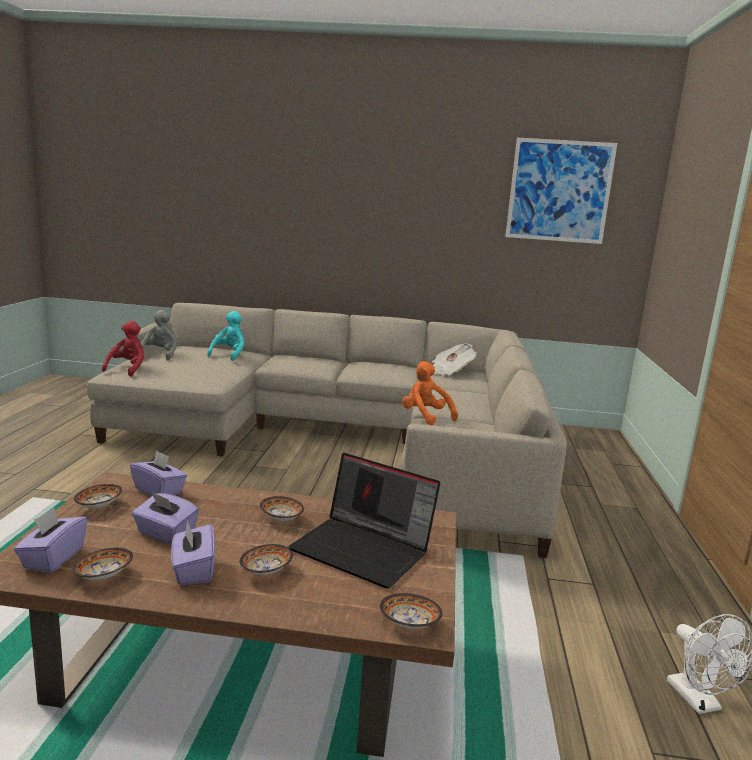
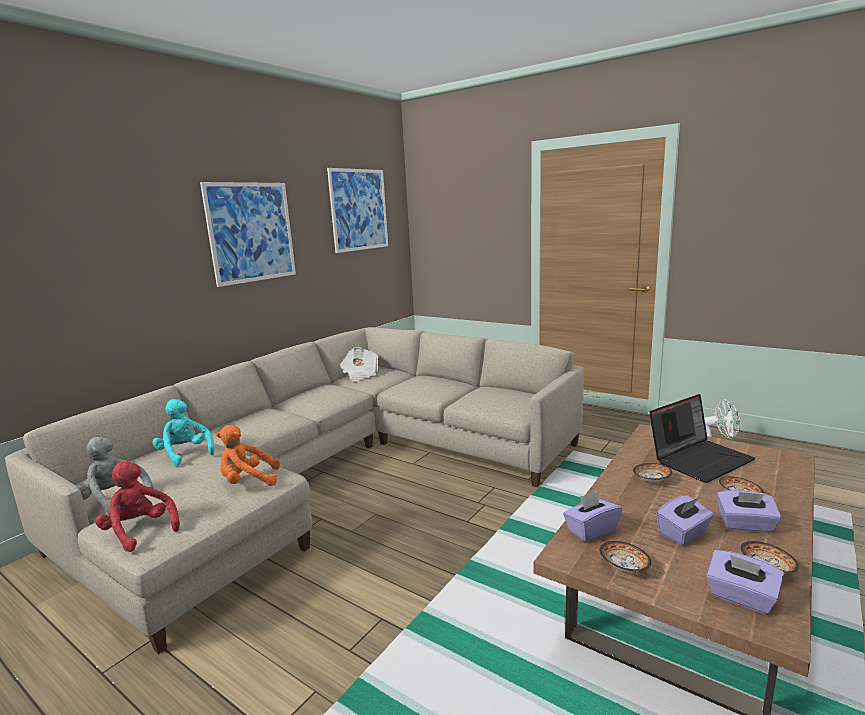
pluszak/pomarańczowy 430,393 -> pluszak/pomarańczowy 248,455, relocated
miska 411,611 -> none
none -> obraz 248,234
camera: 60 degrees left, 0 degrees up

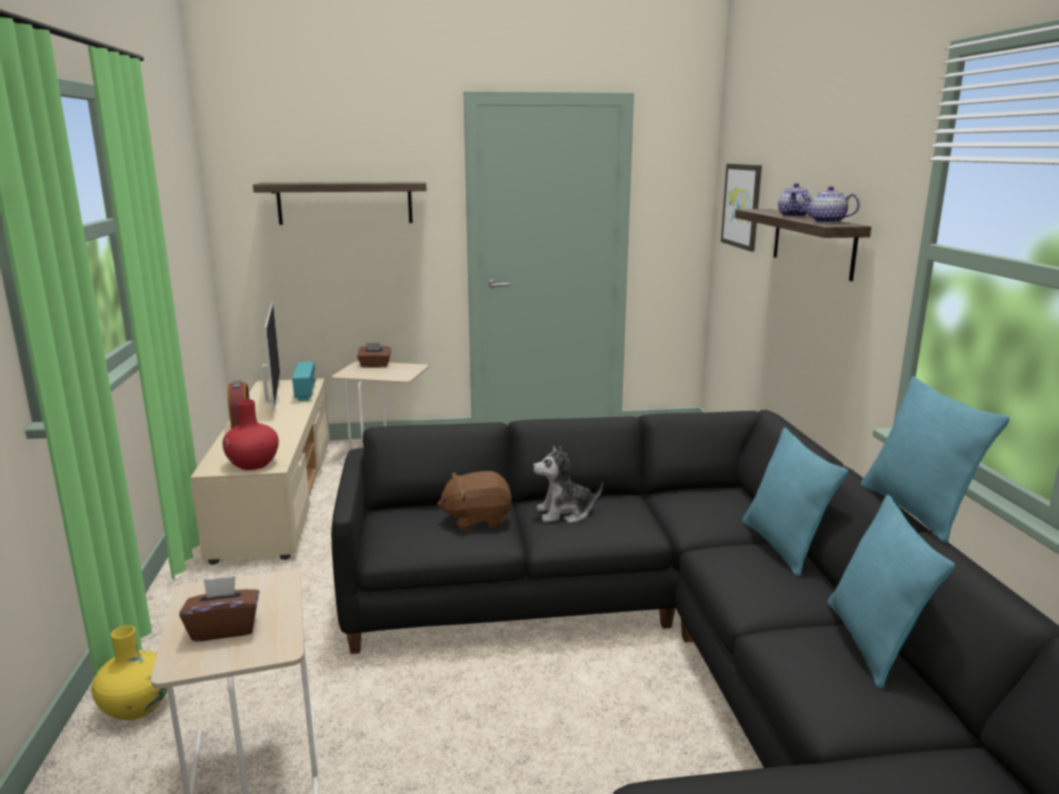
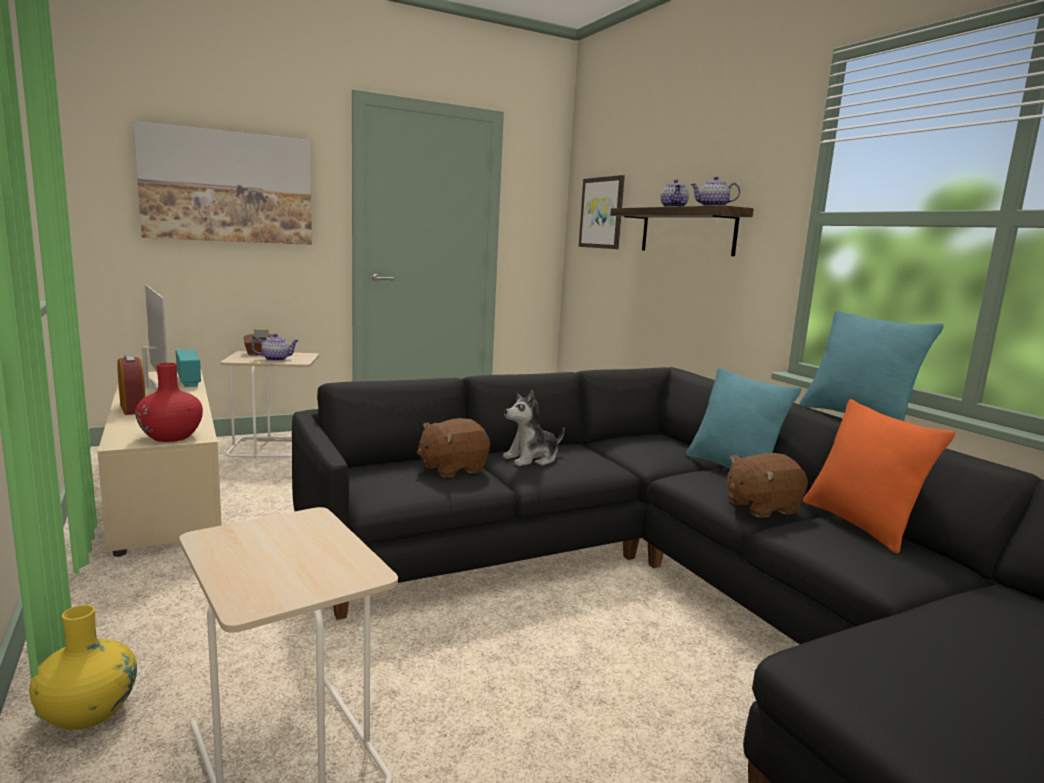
półka 340,203 -> obraz 222,183
poduszka/turkusowy 891,592 -> poduszka/pomarańczowy 879,476
pudełko chusteczek/brązowy 219,609 -> none
none -> imbryk 275,347
none -> pluszak/brązowy 767,485
camera: 20 degrees left, 5 degrees down

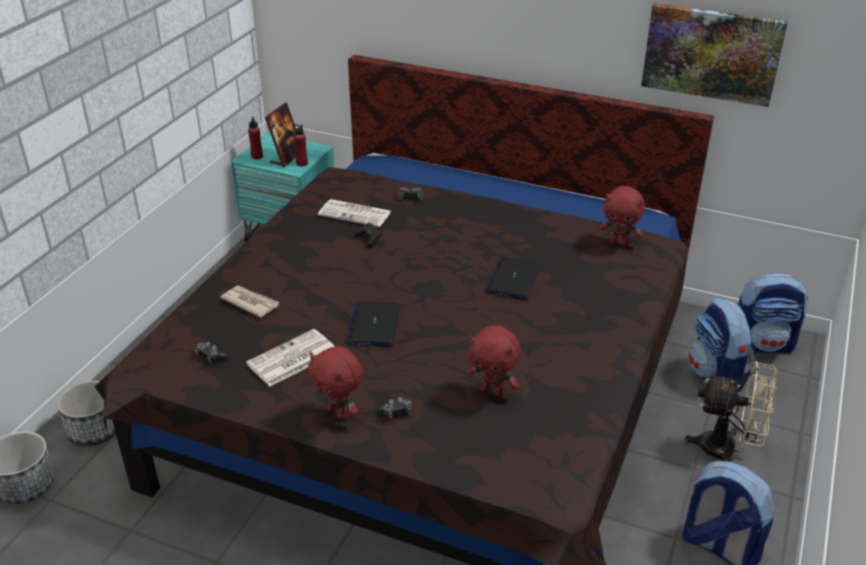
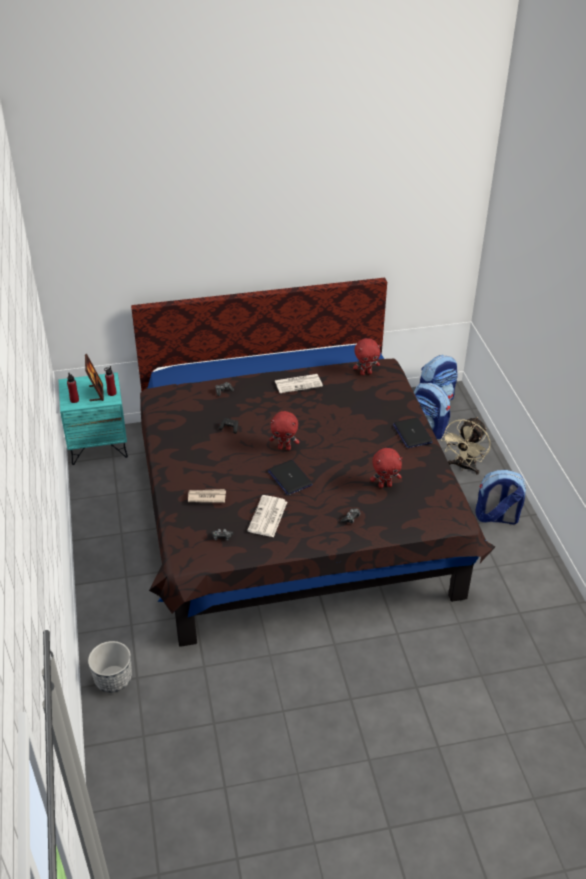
obraz 714,55 -> none
gazeta 355,213 -> gazeta 299,383, relocated
laptop 513,278 -> laptop 413,433, relocated
pluszak/czerwony 335,383 -> pluszak/czerwony 284,430, relocated
wentylator/beżowy 731,411 -> wentylator/beżowy 466,446, 135 degrees clockwise
donica 86,413 -> none
camera: 35 degrees left, 5 degrees up

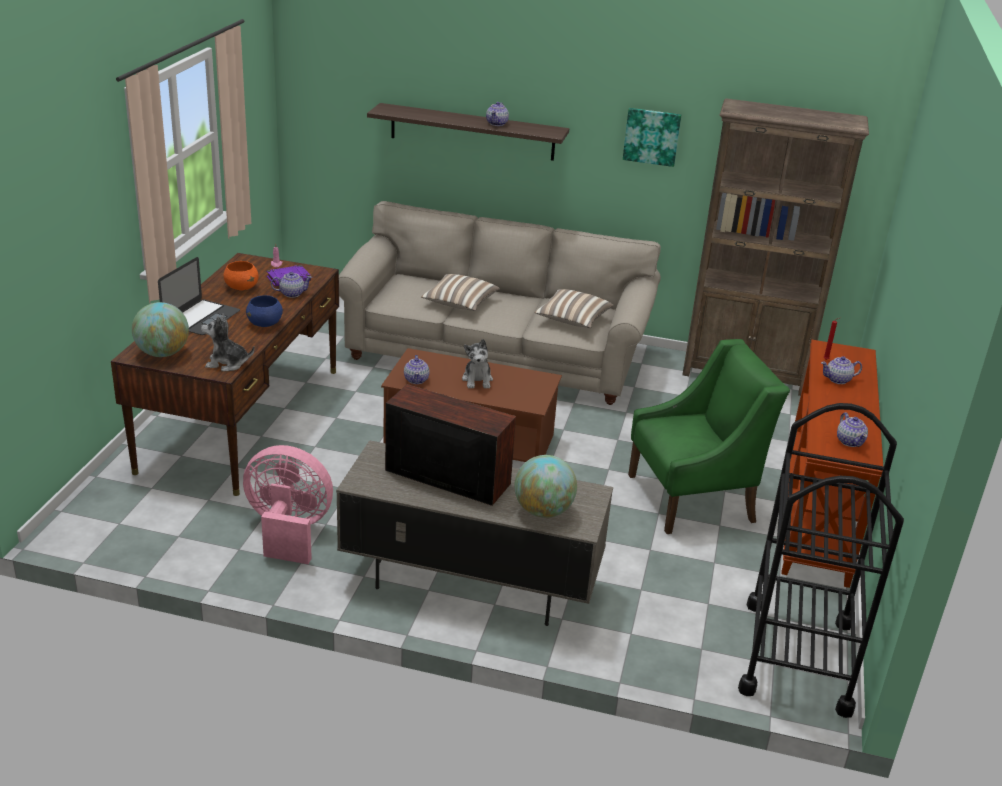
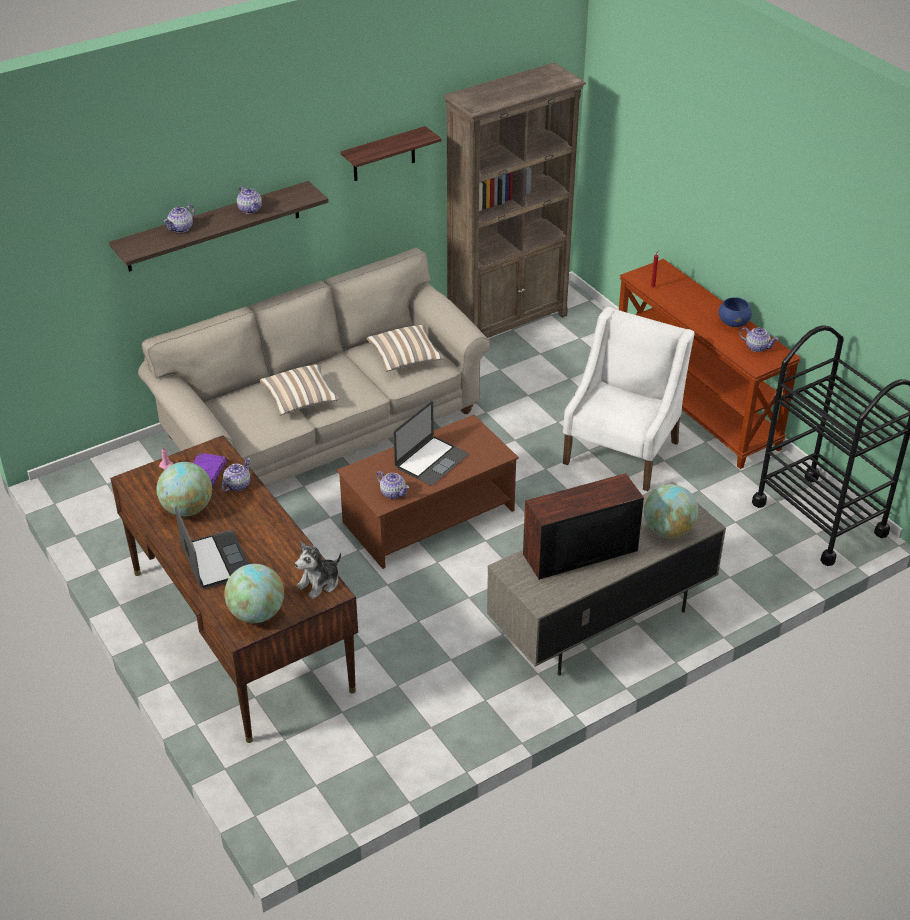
obraz 652,137 -> półka 391,153
miska/pomarańczowy 241,275 -> globus 184,489
miska/niebieski 264,311 -> miska/niebieski 735,312, relocated
pluszak 477,364 -> laptop 431,443
fotel/zielony 709,436 -> fotel/biały 628,399
imbryk 841,370 -> imbryk 179,219, relocated
wentylator/różowy 288,504 -> none
camera: 45 degrees left, 10 degrees up

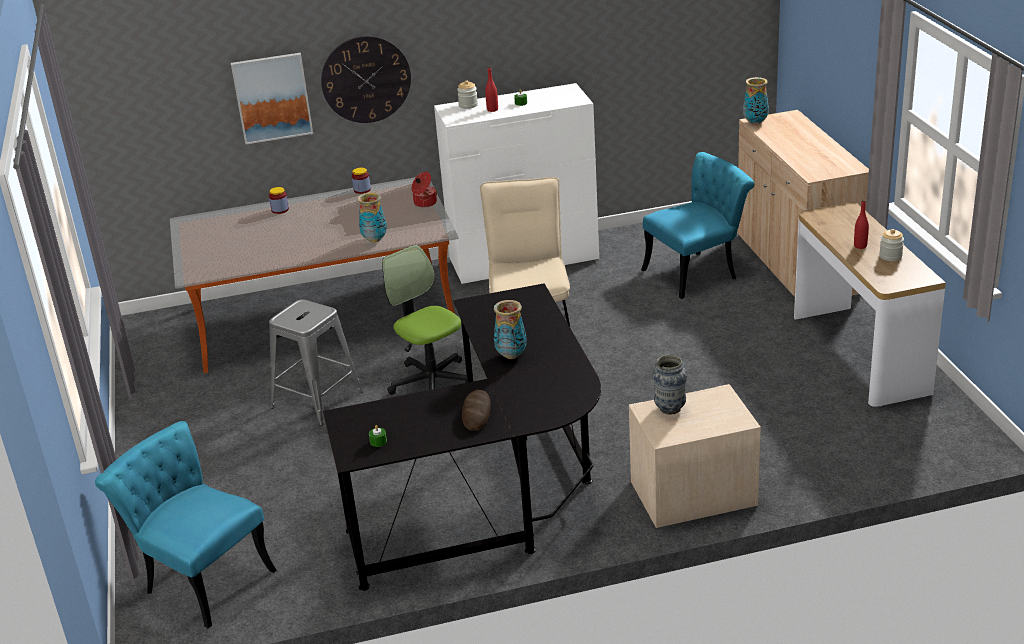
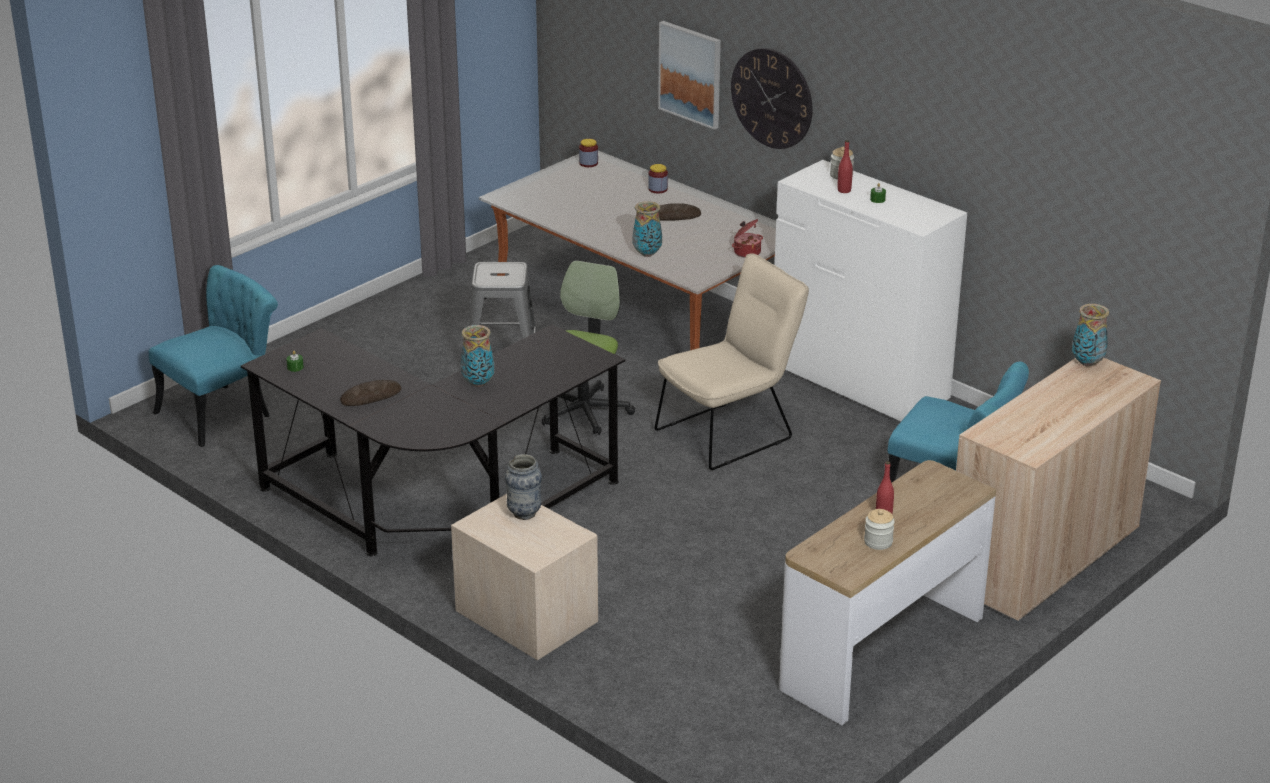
słoik 361,180 -> słoik 588,153, relocated
krzesło/turkusowy 186,524 -> krzesło/turkusowy 213,356, 45 degrees clockwise
none -> chleb 680,212
camera: 55 degrees right, 0 degrees up

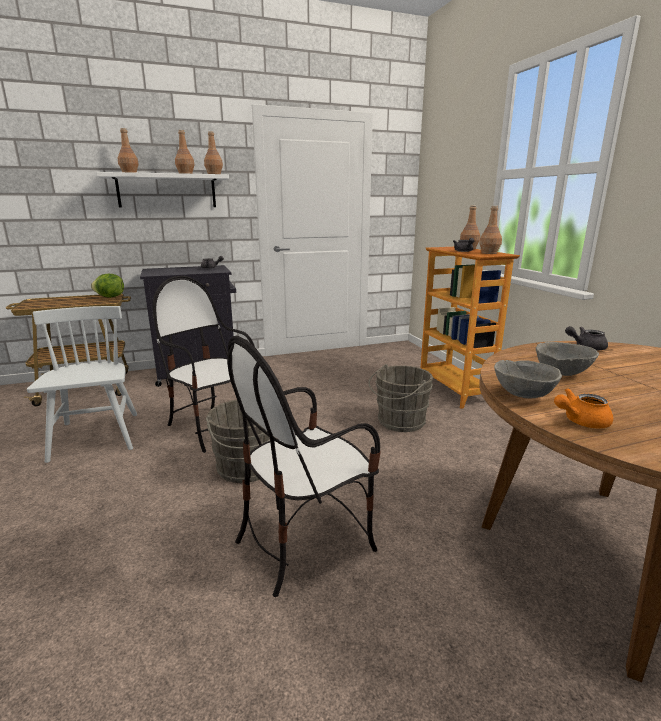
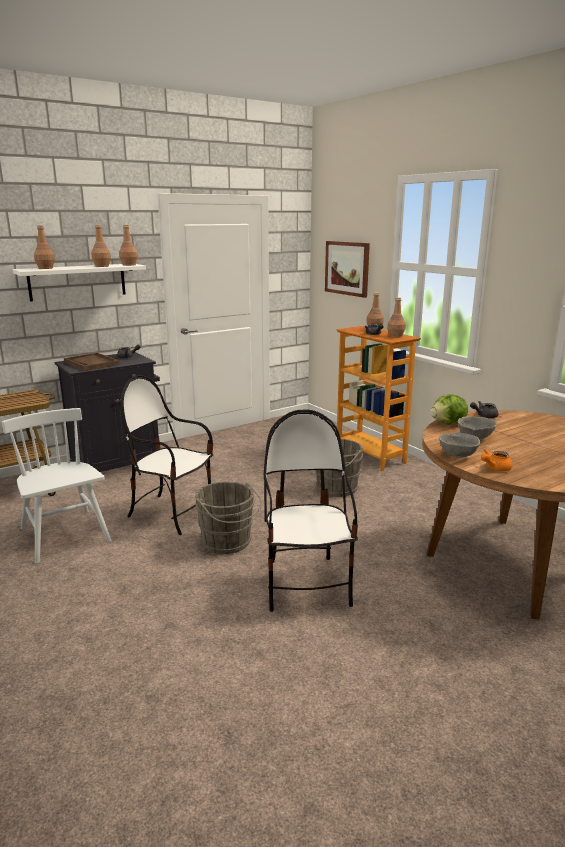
sałata 107,286 -> sałata 449,409, relocated
krzesło 304,466 -> krzesło 311,510, 135 degrees clockwise
none -> obraz 347,269
none -> taca/brązowy 91,362
camera: 15 degrees left, 0 degrees up

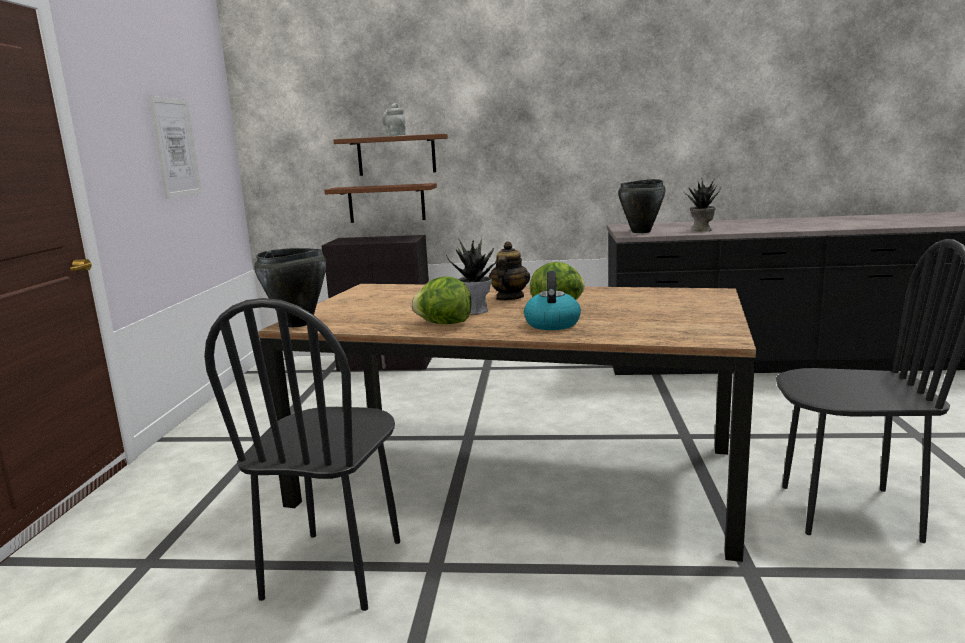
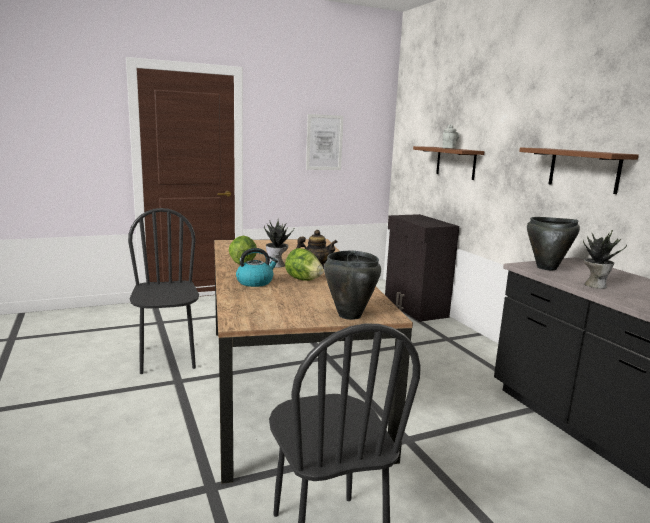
półka/brązowy 380,203 -> półka/brązowy 579,171, relocated
garnek/czarny 290,287 -> garnek/czarny 352,285, relocated
krzesło/czarny 302,454 -> krzesło/czarny 163,291, 90 degrees clockwise
camera: 60 degrees right, 0 degrees up

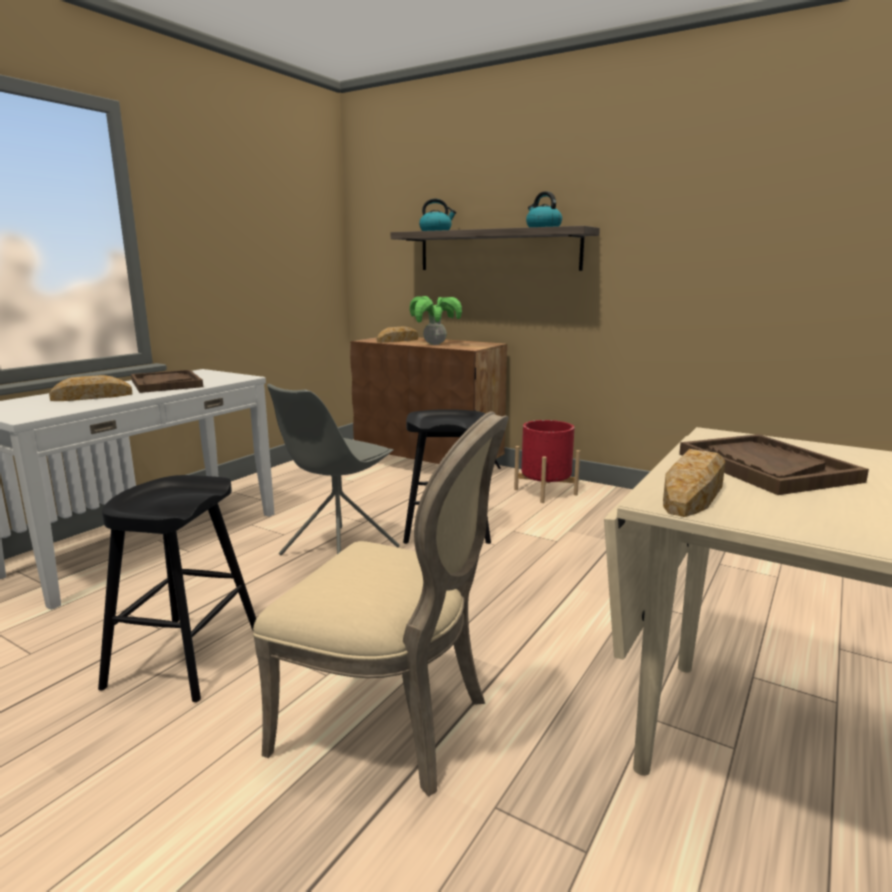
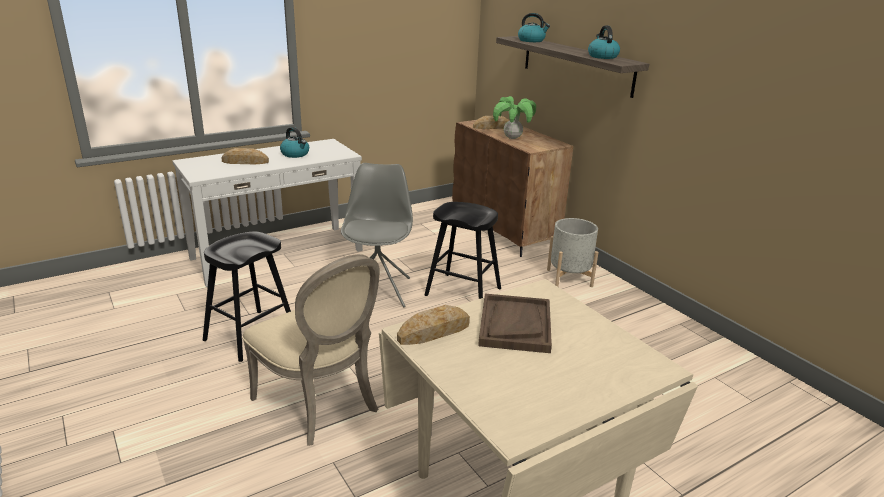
taca/brązowy 167,381 -> czajnik 294,142
krzesło/szary 333,469 -> krzesło/szary 377,235, 120 degrees clockwise
donica/czerwony 547,461 -> donica/szary 572,252
camera: 25 degrees right, 10 degrees up

